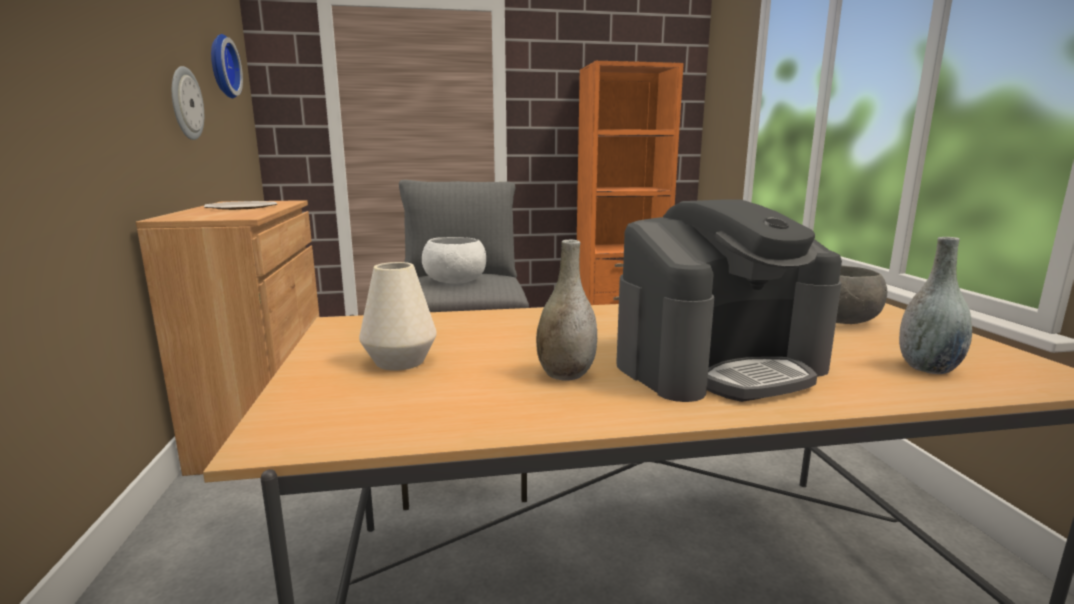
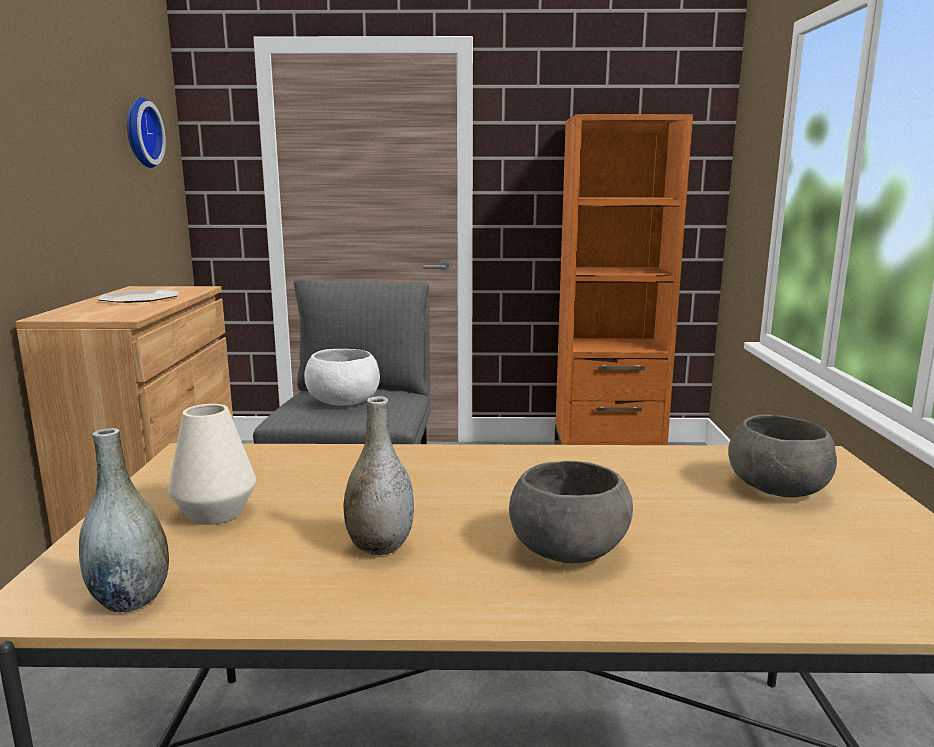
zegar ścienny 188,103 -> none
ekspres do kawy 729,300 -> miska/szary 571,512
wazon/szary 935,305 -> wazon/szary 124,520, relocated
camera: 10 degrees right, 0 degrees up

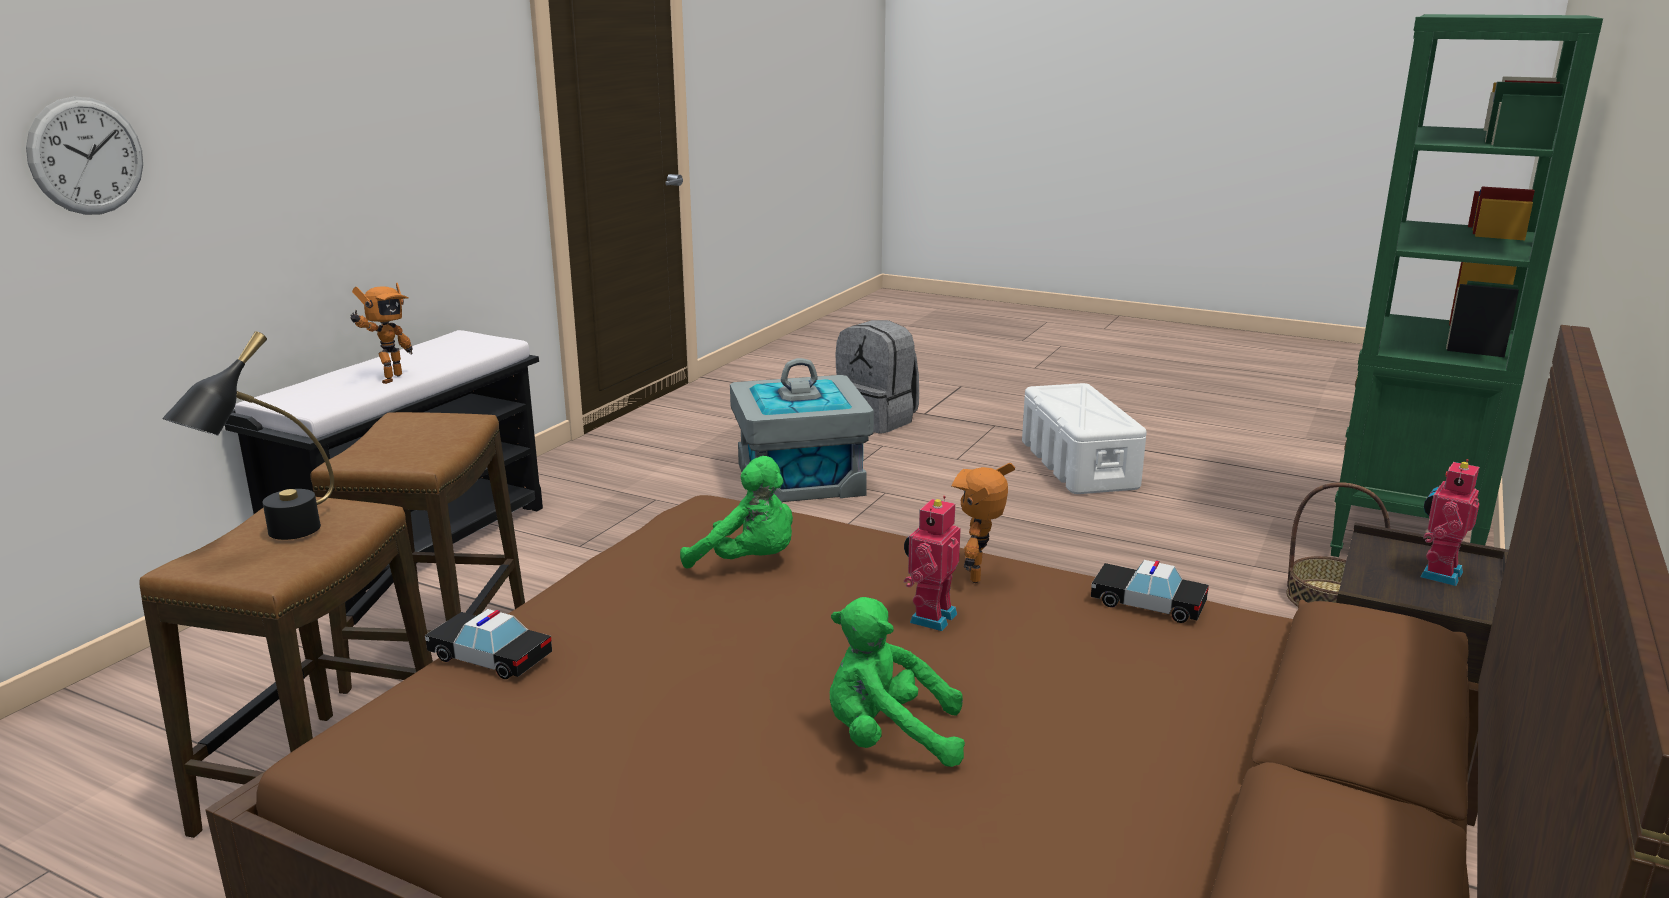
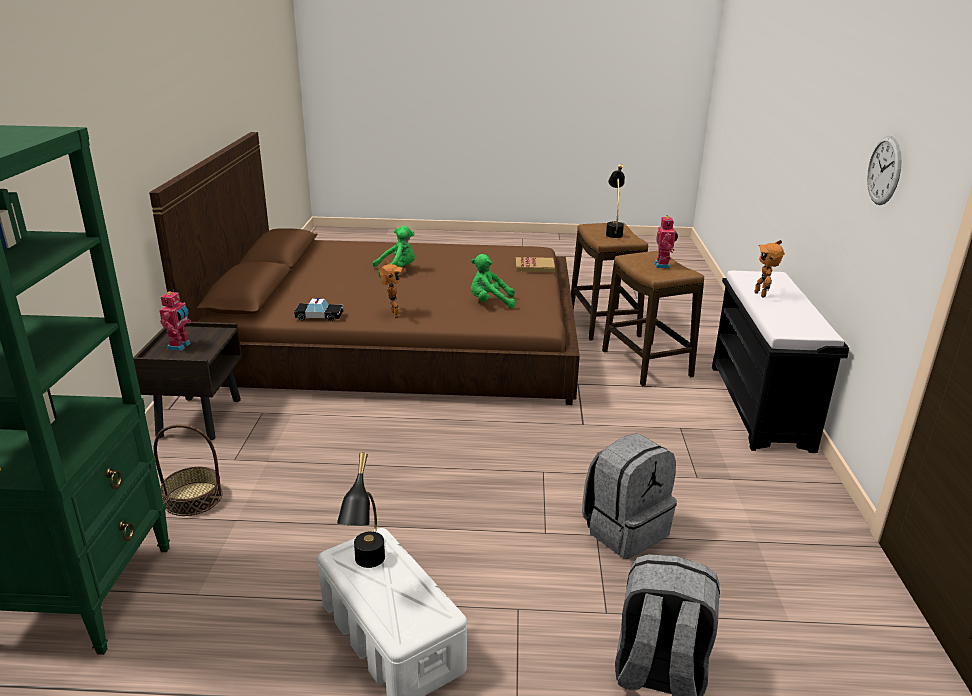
zegar ścienny 84,156 -> zegar ścienny 884,170, relocated
pojemnik do przechowywania/szary 802,430 -> plecak/szary 629,496
robot zabawkowy 932,563 -> robot zabawkowy 666,241, relocated
samochodzik 488,644 -> książka 535,264
none -> lampa stołowa/czarny 361,510
camera: 155 degrees right, 5 degrees up

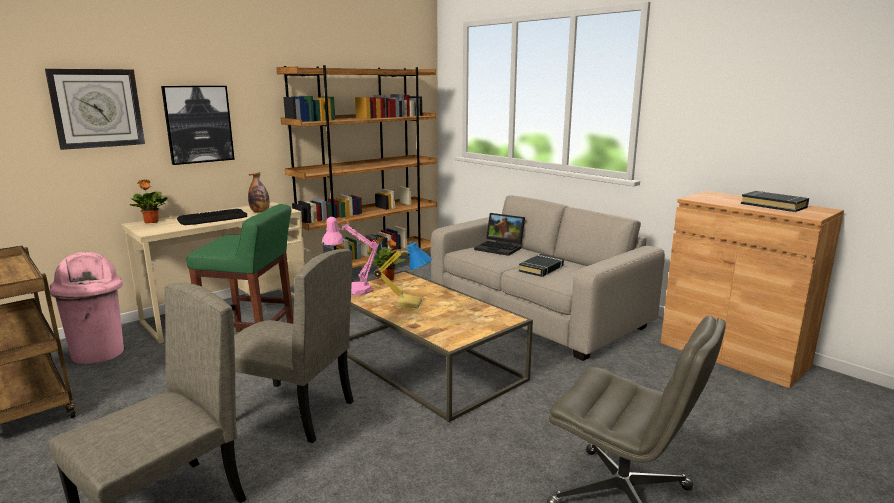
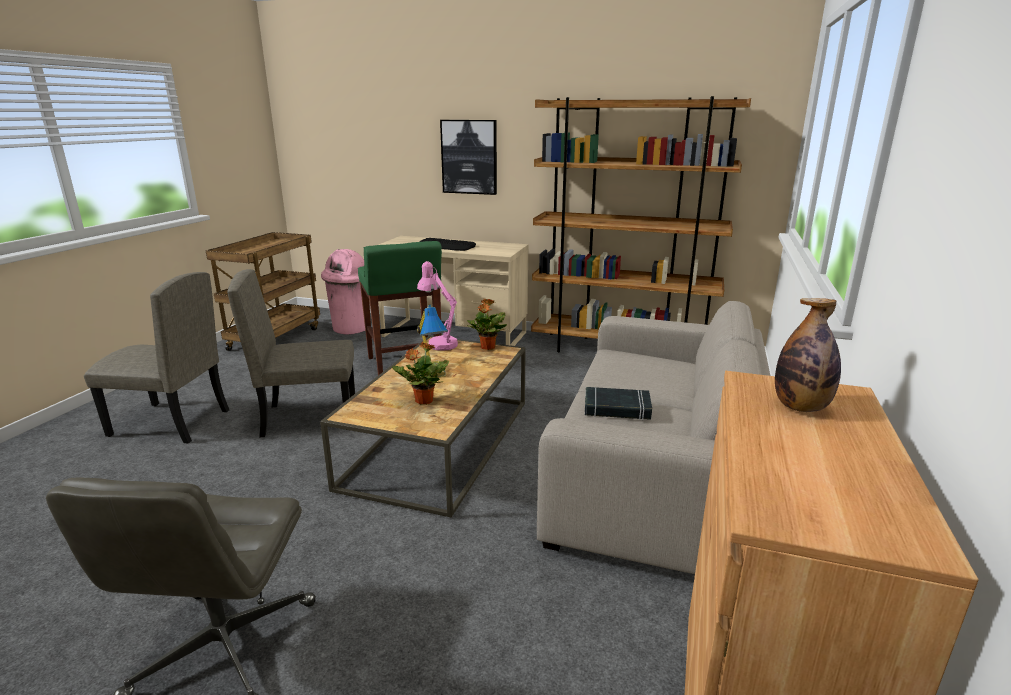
zegar ścienny 95,109 -> none
butelka 259,192 -> butelka 808,355, relocated
roślina doniczkowa 148,201 -> roślina doniczkowa 420,373, relocated
książka/czarny 775,201 -> none
laptop 499,234 -> none
krzesło/beżowy 294,346 -> krzesło/beżowy 291,353, 90 degrees clockwise
camera: 60 degrees right, 5 degrees up

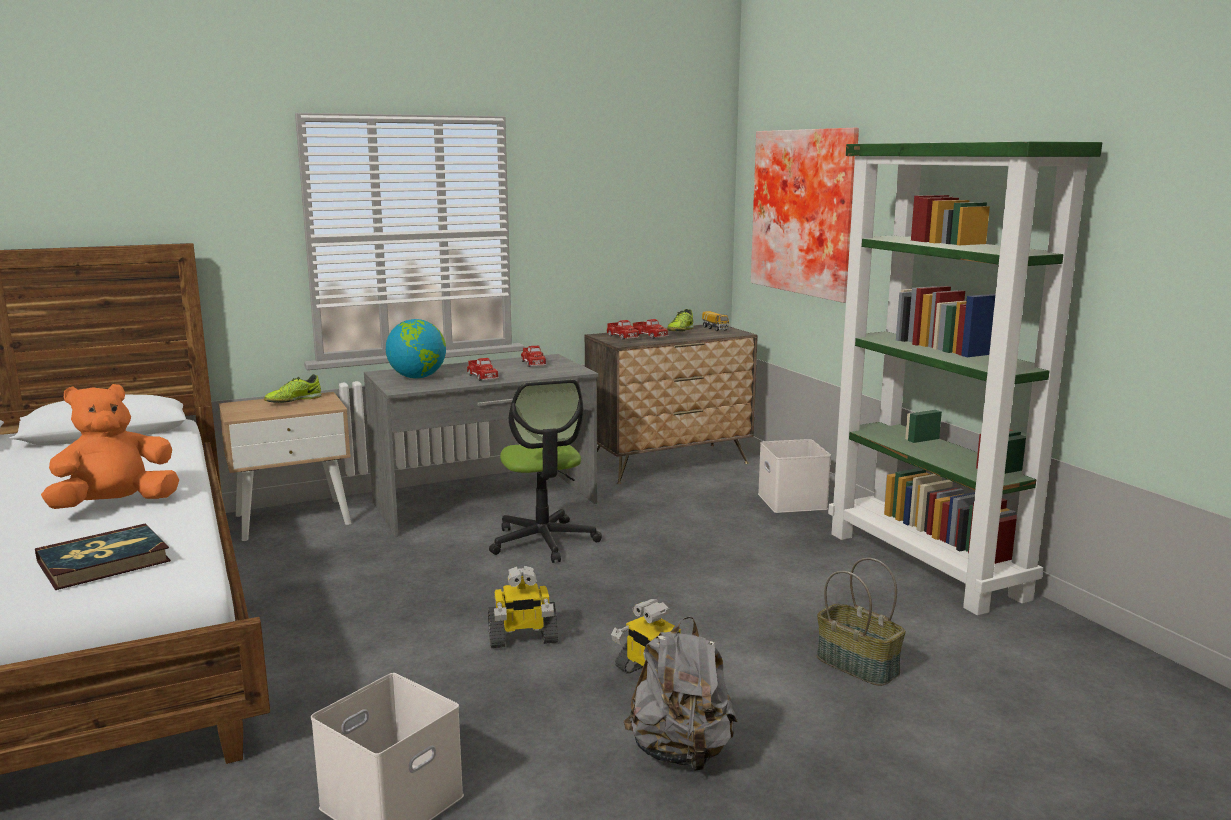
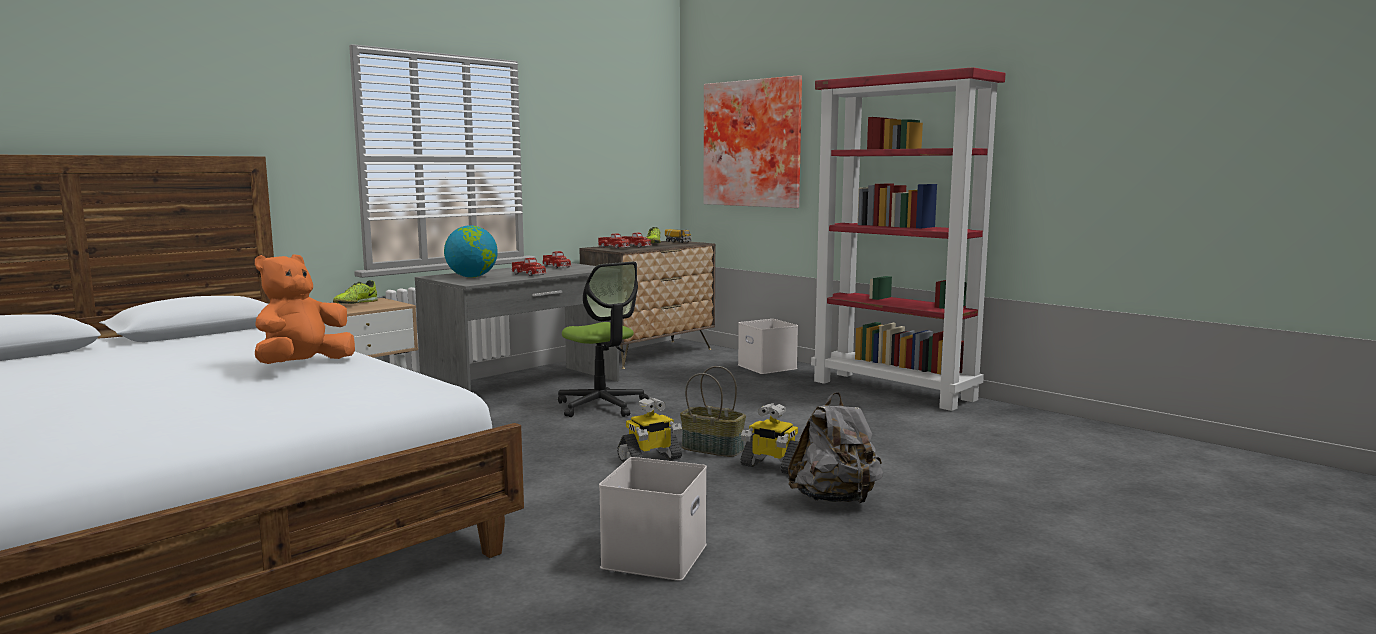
regał/zielony 965,378 -> regał/czerwony 908,239
książka 103,557 -> none
koszyk 861,622 -> koszyk 713,411, relocated
camera: 20 degrees left, 5 degrees down

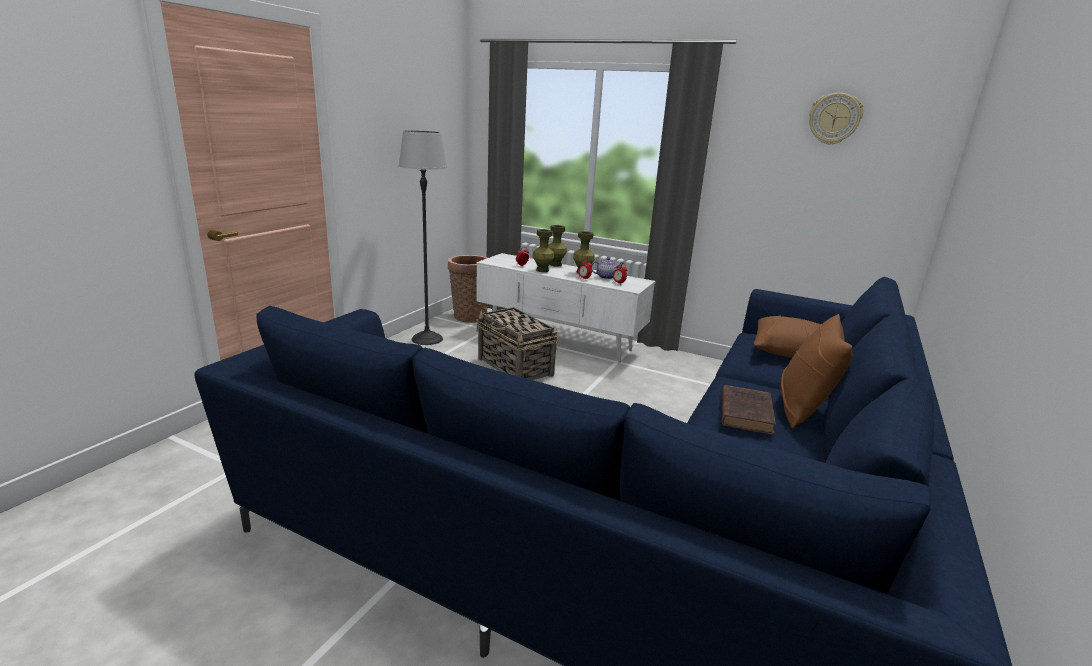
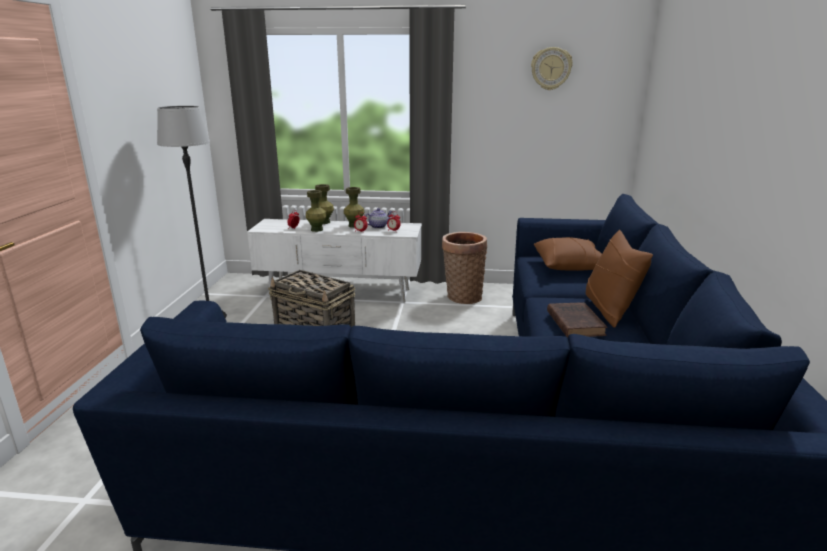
koszyk 468,289 -> koszyk 464,268, relocated
camera: 20 degrees left, 0 degrees up

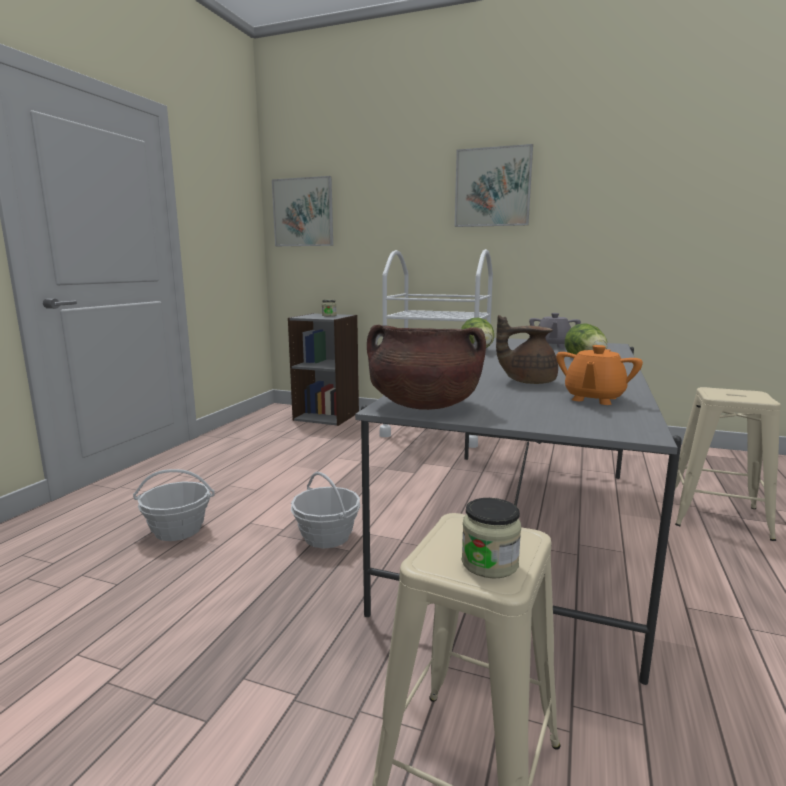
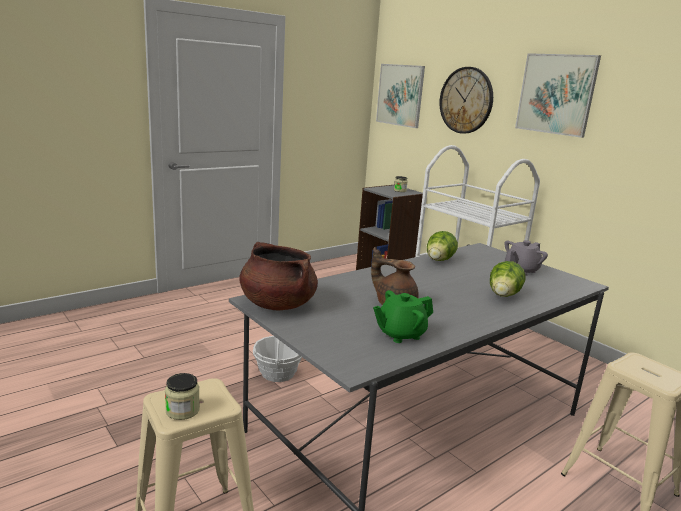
imbryk/pomarańczowy 599,375 -> imbryk/zielony 403,316
koszyk 174,505 -> none
none -> zegar ścienny 466,100
camera: 30 degrees right, 5 degrees up

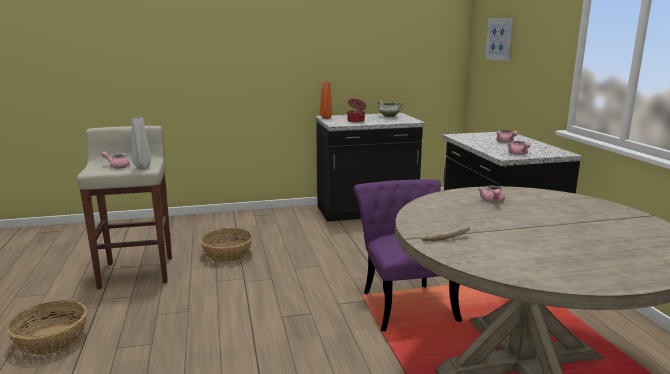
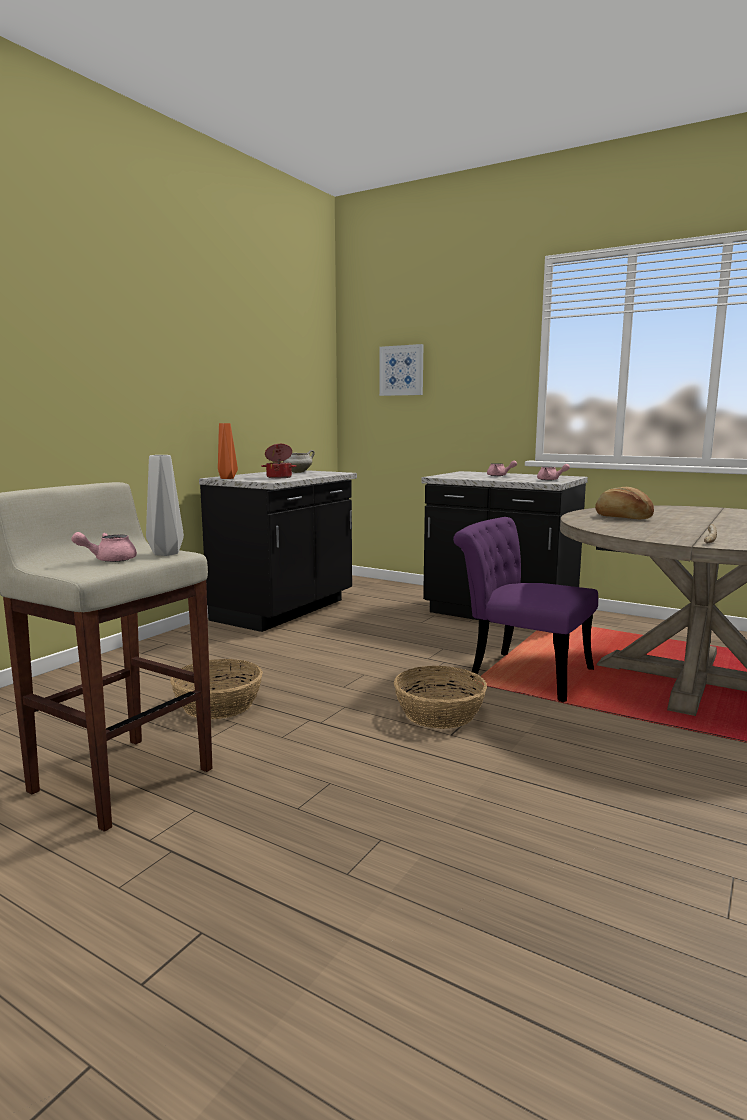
imbryk/różowy 491,193 -> chleb 624,503
koszyk 46,328 -> koszyk 440,697, relocated
camera: 45 degrees left, 5 degrees down

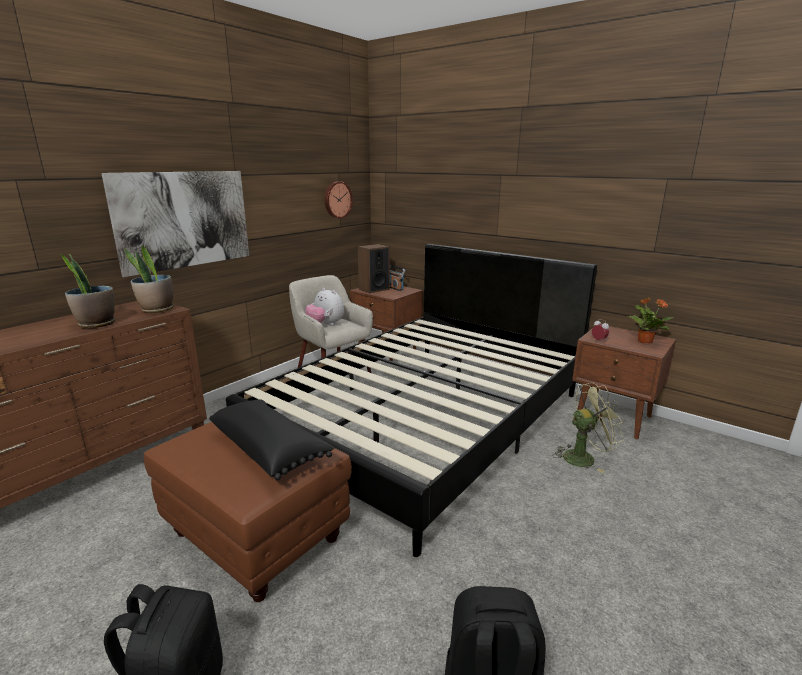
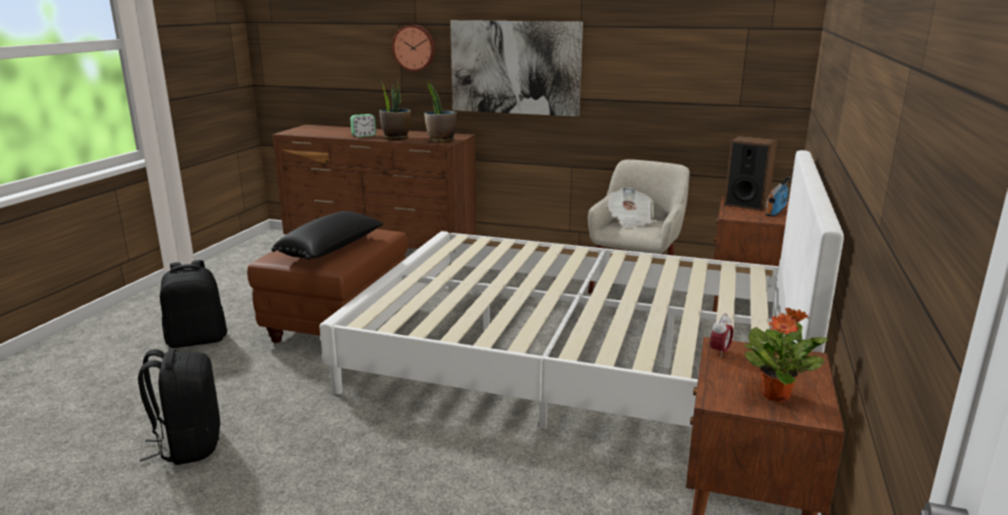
zegar ścienny 339,200 -> zegar ścienny 413,48, relocated
łóżko/czarny 411,400 -> łóżko/biały 581,289
pluszak 324,307 -> gazeta 630,207
wentylator/zielony 588,428 -> none
none -> budzik 363,125
camera: 70 degrees right, 0 degrees up

